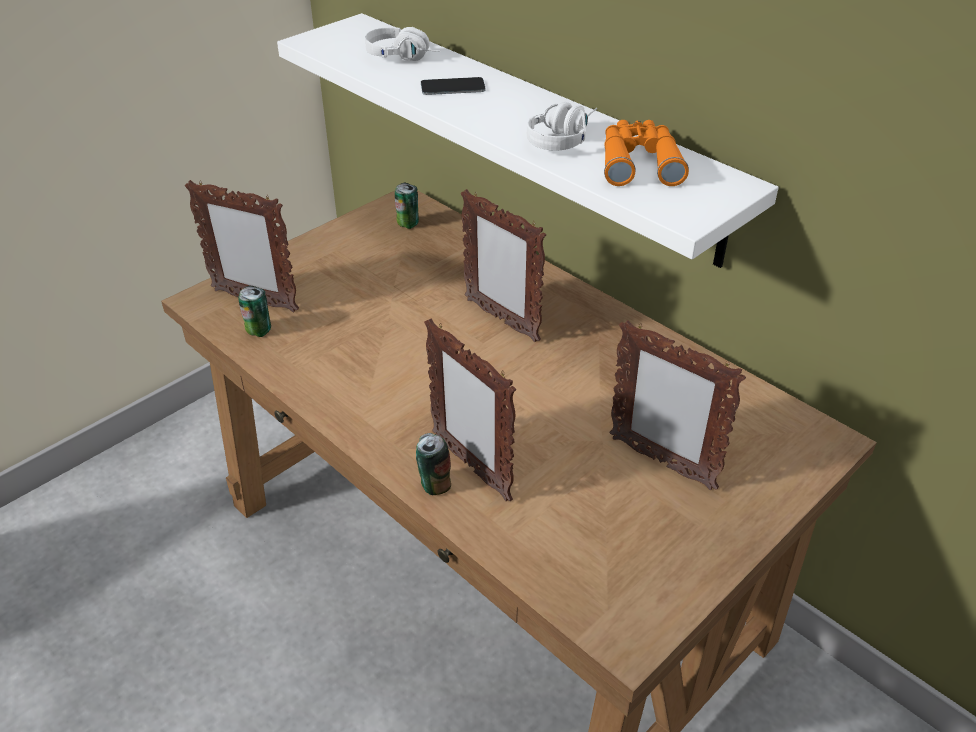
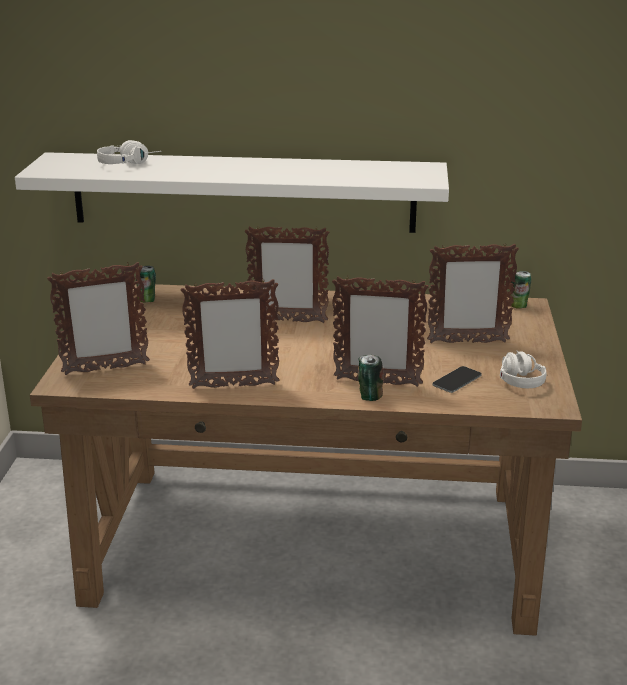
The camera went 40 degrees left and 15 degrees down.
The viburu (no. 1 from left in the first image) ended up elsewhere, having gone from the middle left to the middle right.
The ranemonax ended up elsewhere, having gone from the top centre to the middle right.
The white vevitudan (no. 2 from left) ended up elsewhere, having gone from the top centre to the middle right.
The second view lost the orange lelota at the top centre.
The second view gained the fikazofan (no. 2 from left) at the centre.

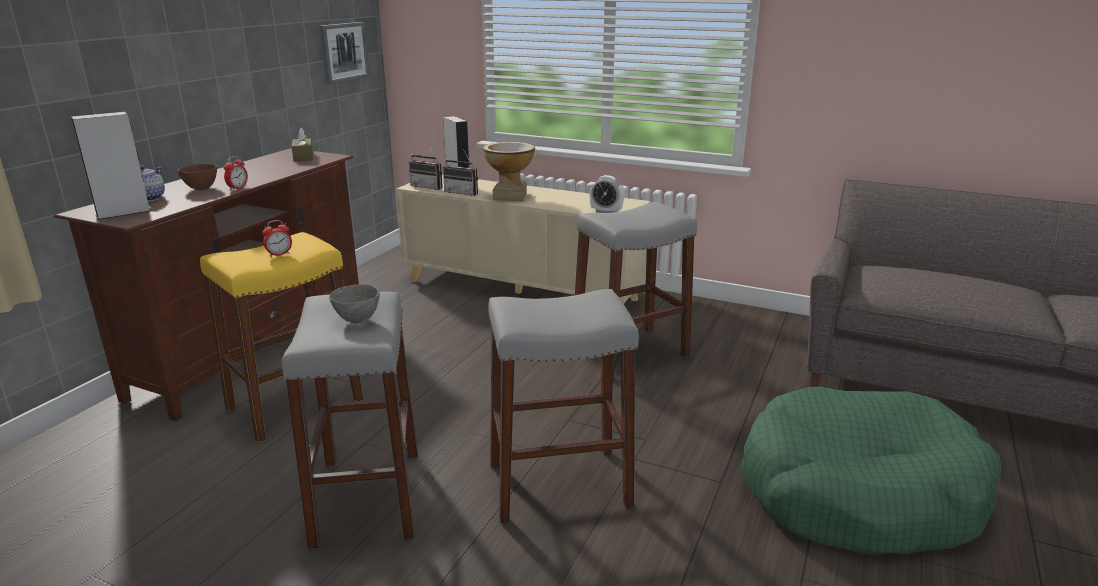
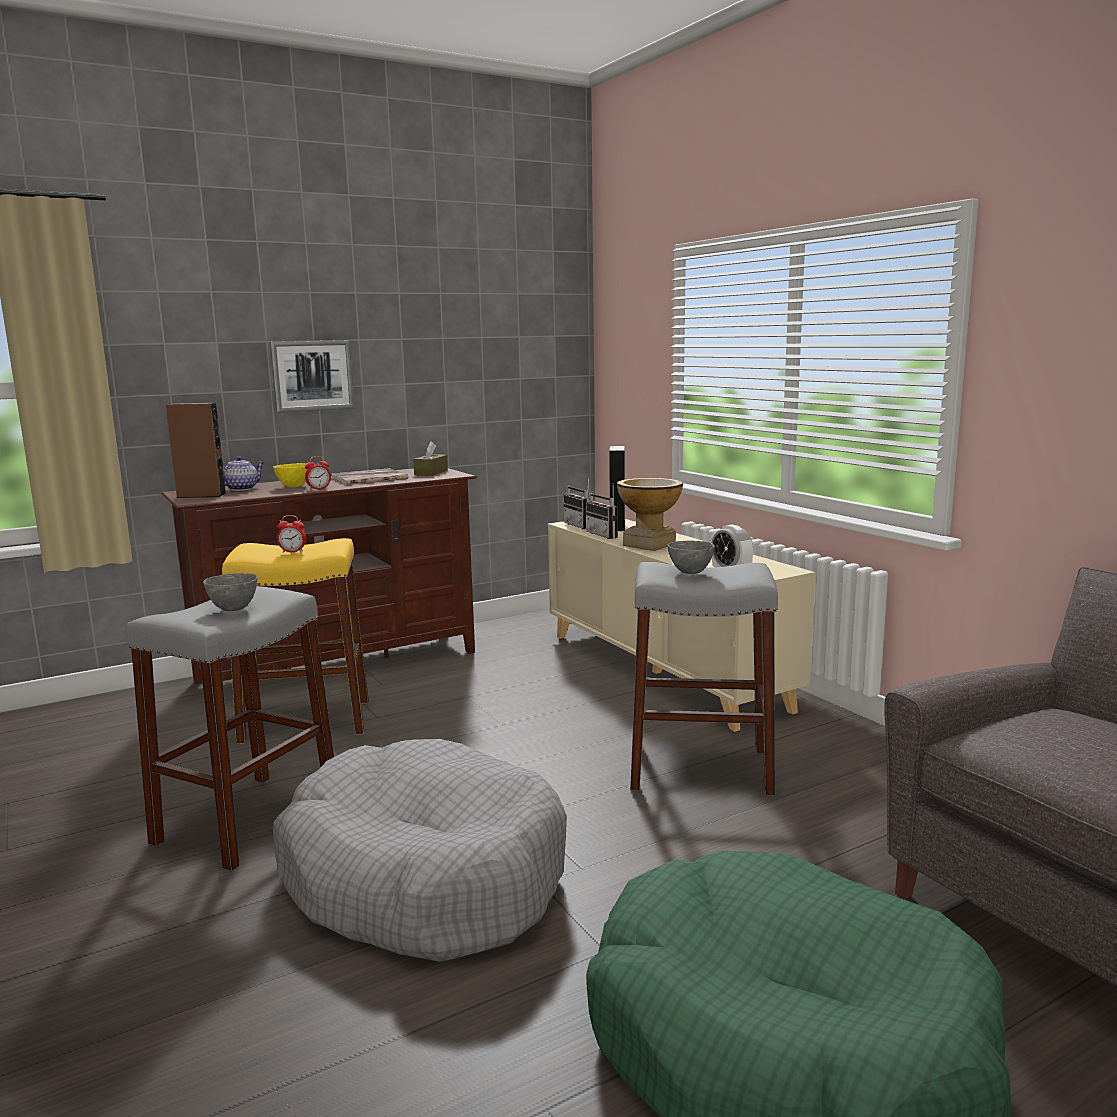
The camera went 35 degrees right and 10 degrees down.
What was the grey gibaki (no. 1 from left) at the top left turned into the brown gibaki at the middle left.
What was the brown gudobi at the top left turned into the yellow gudobi at the middle left.
The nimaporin ended up elsewhere, having gone from the top left to the middle left.
Where the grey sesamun (no. 2 from left) stood at the bottom centre, the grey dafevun came to stand at the bottom centre.
The second view gained the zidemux at the middle left.
The second view gained the grey gudobi (no. 2 from left) at the centre.

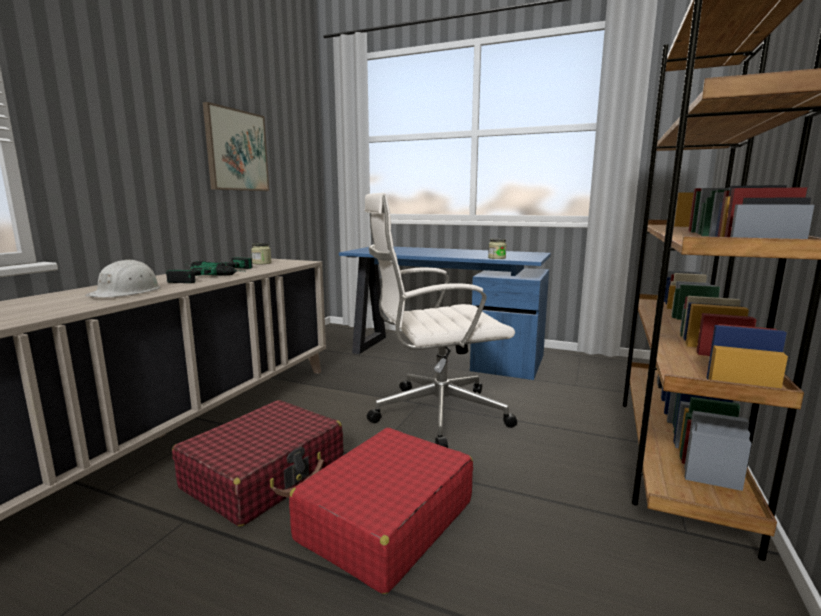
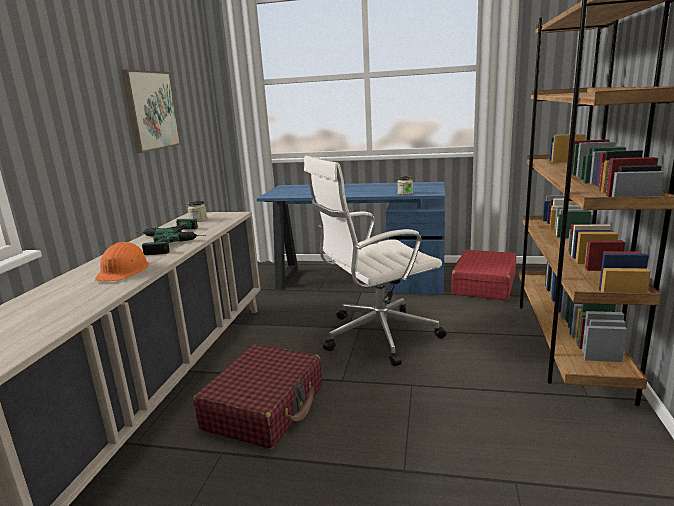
The camera went 10 degrees left and 5 degrees up.
What was the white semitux at the middle left turned into the orange semitux at the middle left.
The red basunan (no. 2 from left) ended up elsewhere, having gone from the bottom centre to the middle right.

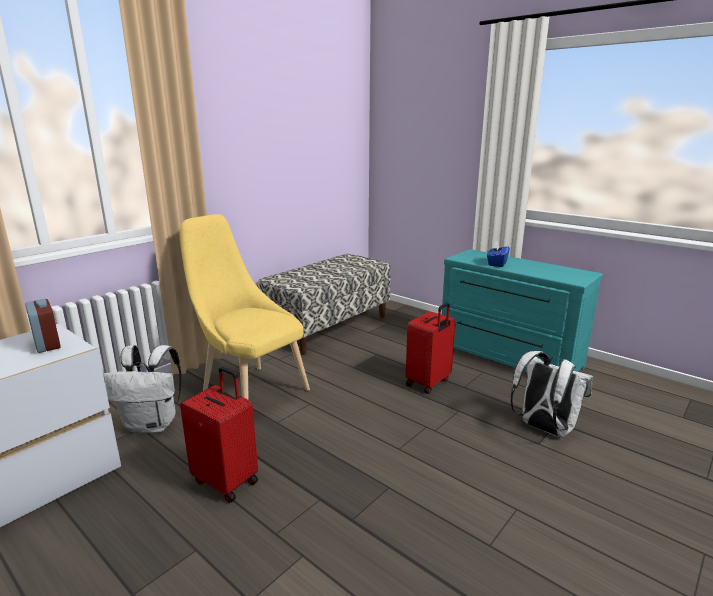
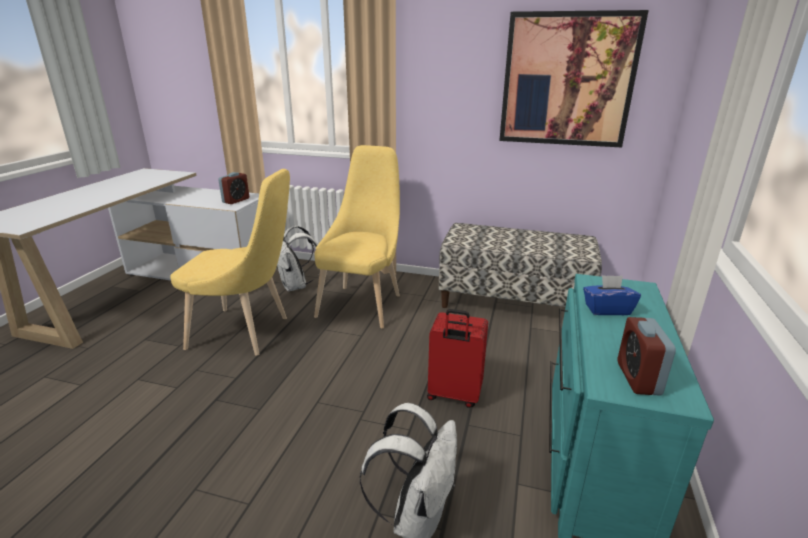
The camera went 65 degrees right and 5 degrees up.
Where the red basunan (no. 1 from left) stood at the bottom left, the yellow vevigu (no. 1 from left) came to stand at the middle left.
The second view gained the nimaporin at the top right.
The second view gained the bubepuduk (no. 2 from left) at the middle right.

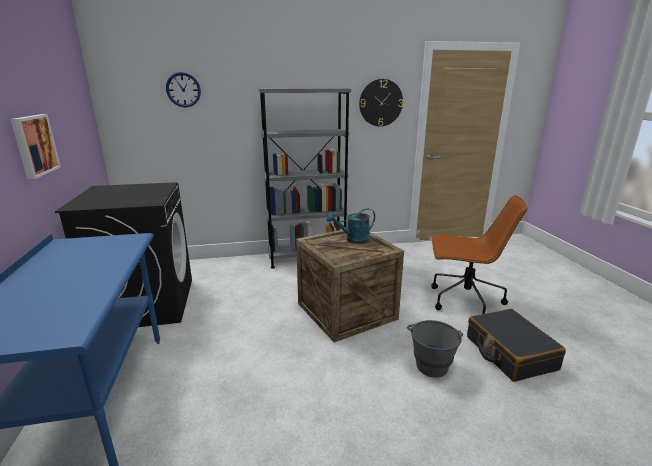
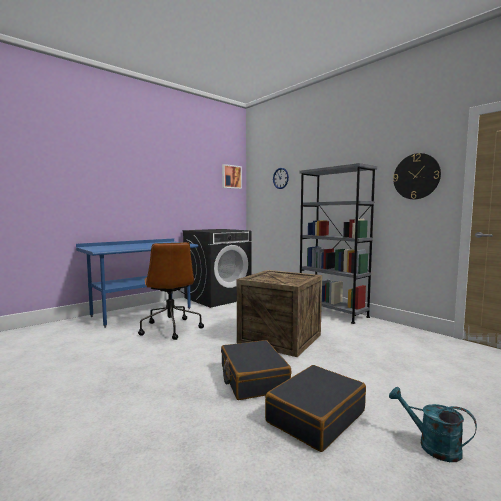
The camera went 60 degrees right and 15 degrees down.
The nimaporin ended up elsewhere, having gone from the top left to the centre.
The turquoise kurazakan ended up elsewhere, having gone from the centre to the bottom right.
Where the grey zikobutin stood at the bottom right, the black basunan (no. 1 from left) came to stand at the bottom centre.
The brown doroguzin ended up elsewhere, having gone from the middle right to the centre.

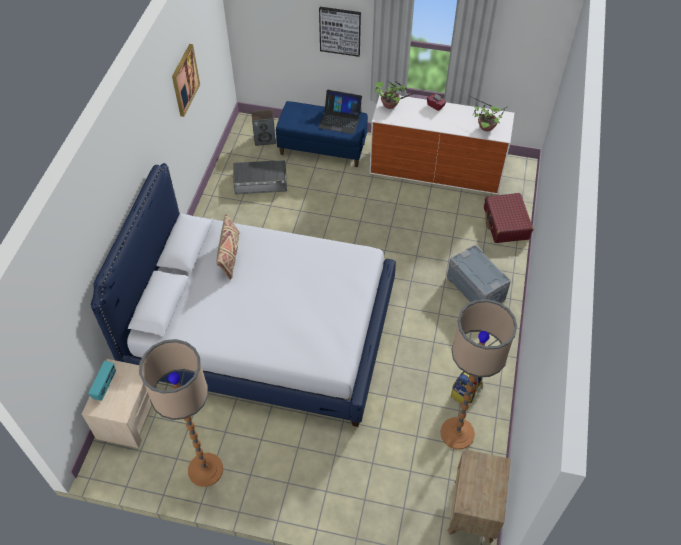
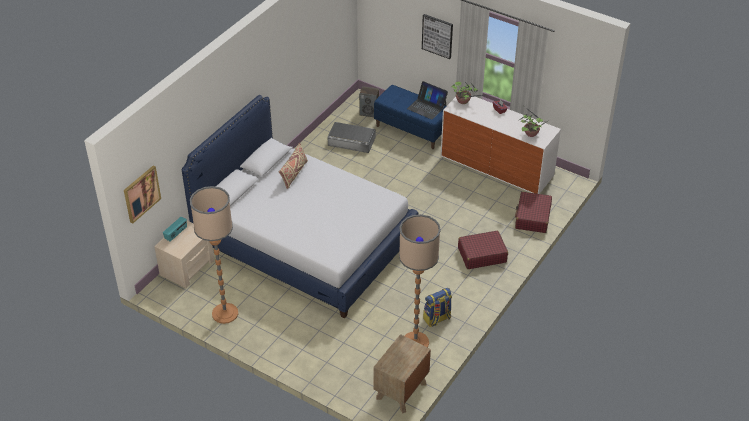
The camera went 20 degrees right and 10 degrees down.
The nimaporin (no. 1 from left) ended up elsewhere, having gone from the top left to the middle left.
Where the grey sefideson (no. 2 from left) stood at the middle right, the red basunan (no. 1 from left) came to stand at the centre.

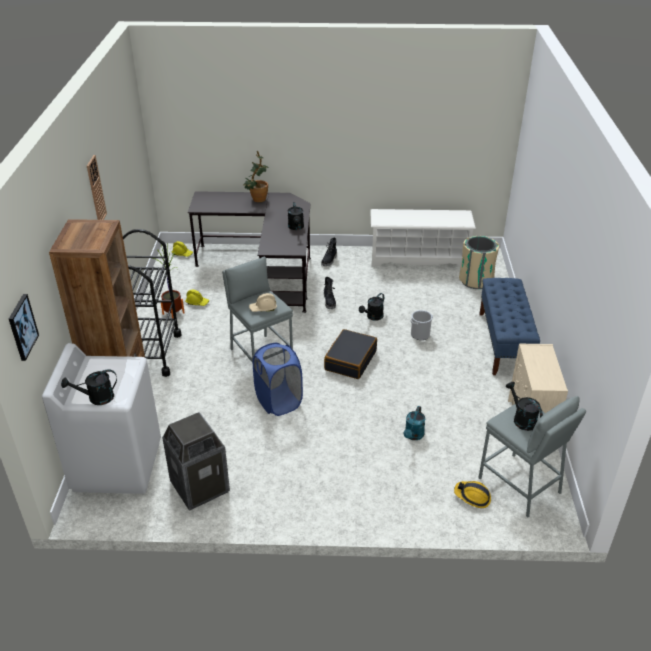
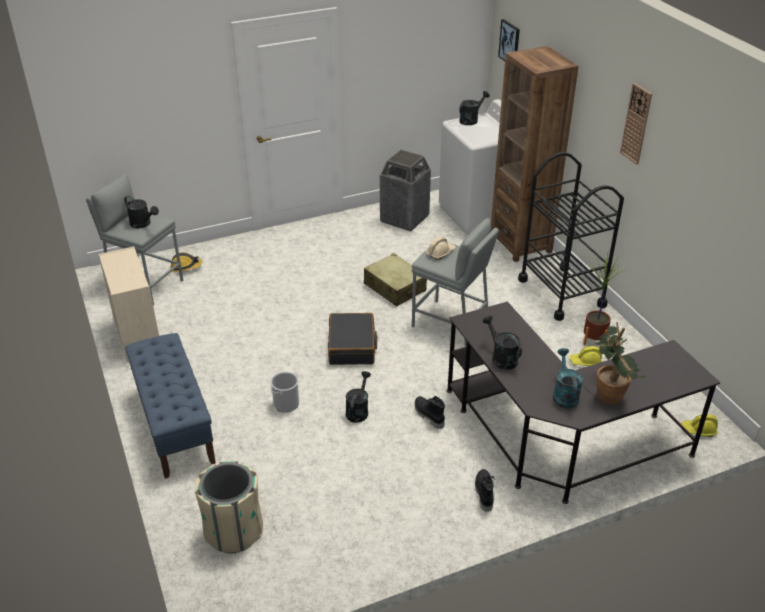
The camera went 155 degrees right and 0 degrees up.
Where the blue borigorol stood at the centre, the beige basunan came to stand at the centre.
The second view lost the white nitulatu at the centre.
The turquoise kurazakan ended up elsewhere, having gone from the centre to the middle right.

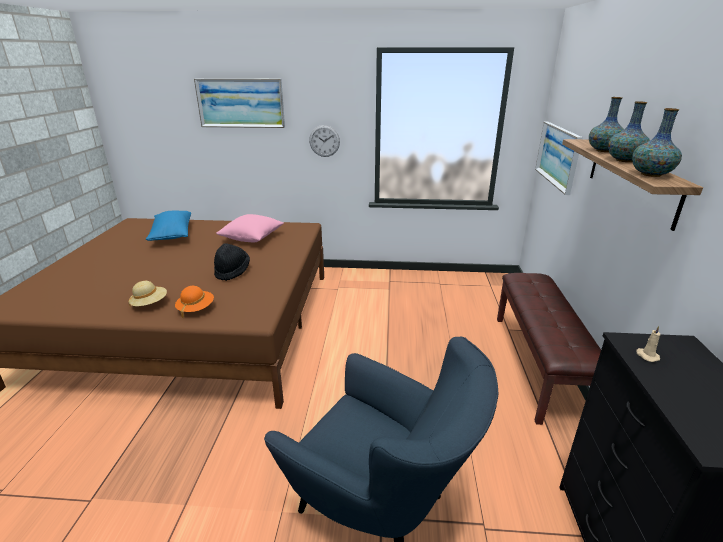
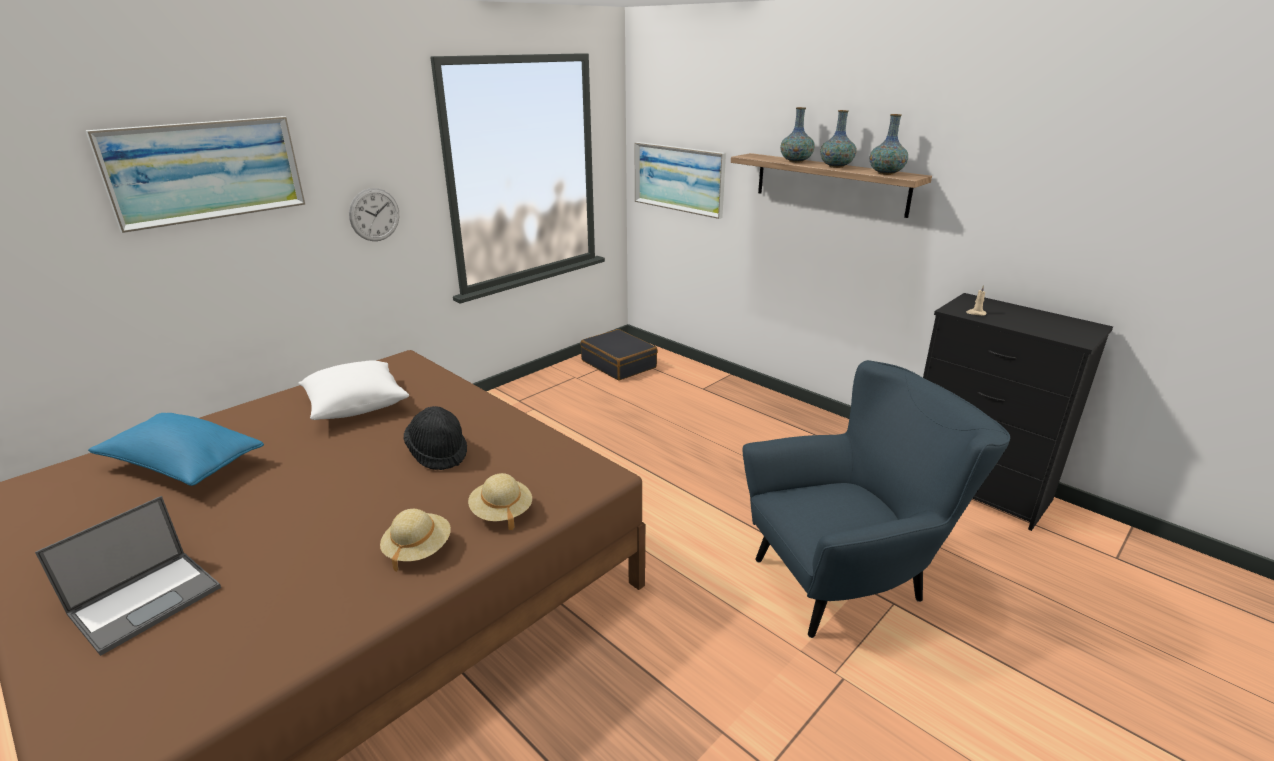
The camera went 50 degrees left and 0 degrees up.
What was the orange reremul at the middle left turned into the beige reremul (no. 2 from left) at the centre.
What was the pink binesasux at the centre turned into the white binesasux at the middle left.
The second view lost the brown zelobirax at the middle right.
The second view gained the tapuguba at the bottom left.
The second view gained the black basunan at the centre.

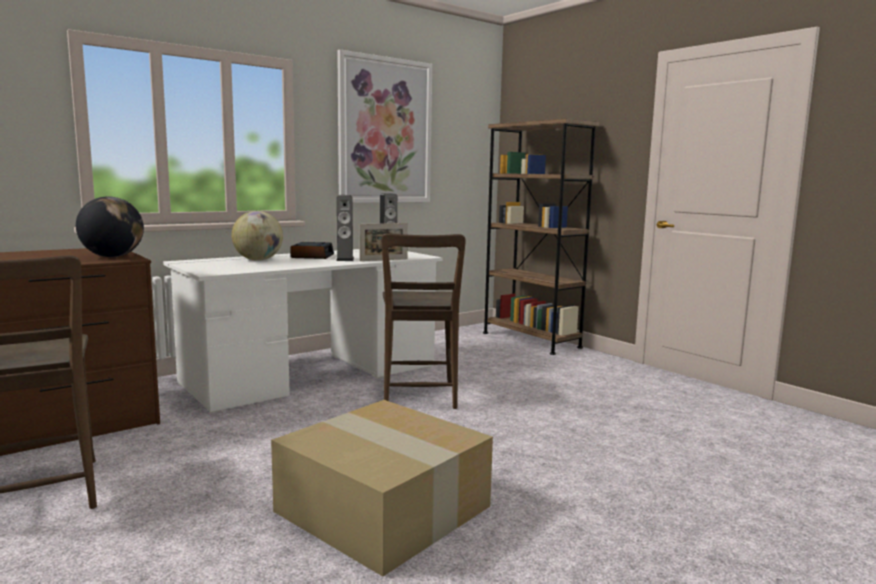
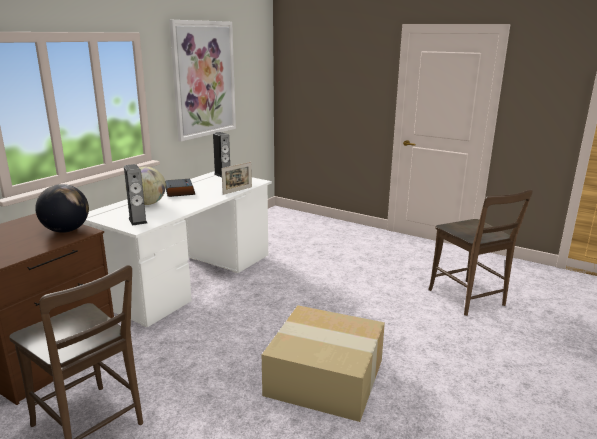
The camera went 20 degrees left and 10 degrees up.
The gibaki (no. 1 from left) ended up elsewhere, having gone from the centre to the middle left.
The brown vevigu (no. 2 from left) ended up elsewhere, having gone from the centre to the middle right.
The second view lost the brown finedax at the centre.

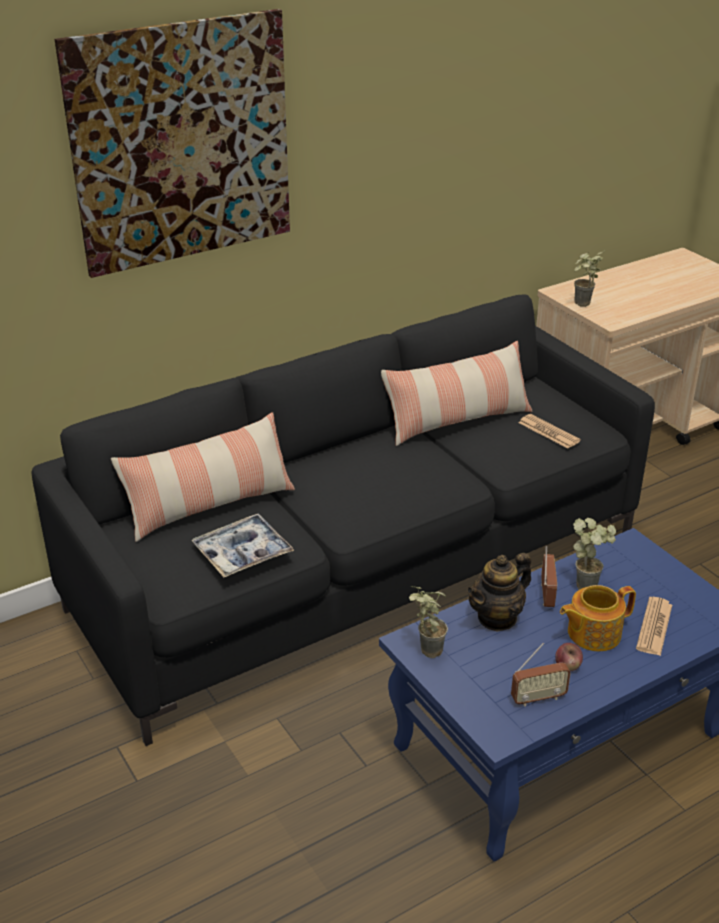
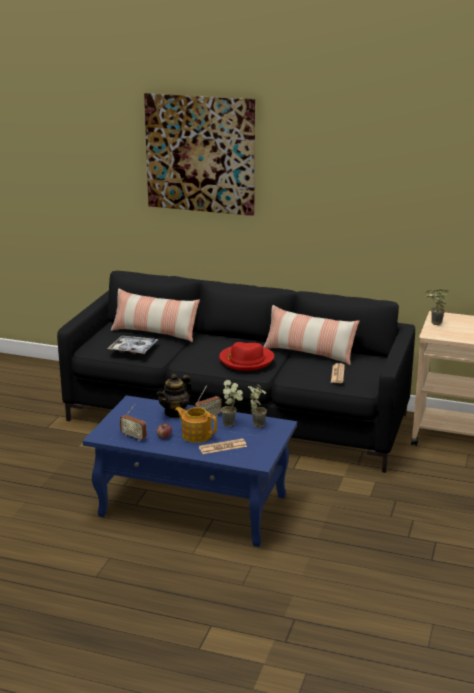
The camera went 50 degrees right and 10 degrees down.
The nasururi (no. 1 from left in the first image) ended up elsewhere, having gone from the bottom centre to the centre.
The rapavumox (no. 1 from left) at the middle right ended up facing another way, 60 degrees counterclockwise from before.
The second view gained the red reremul at the centre.

